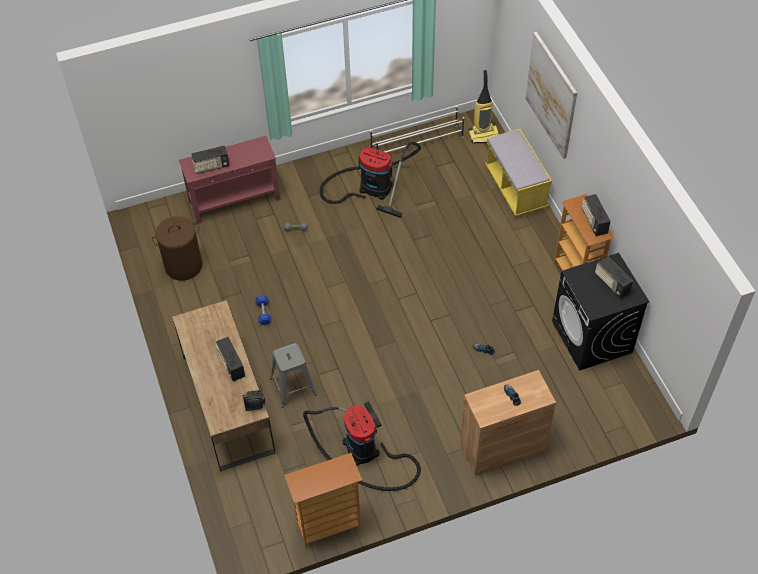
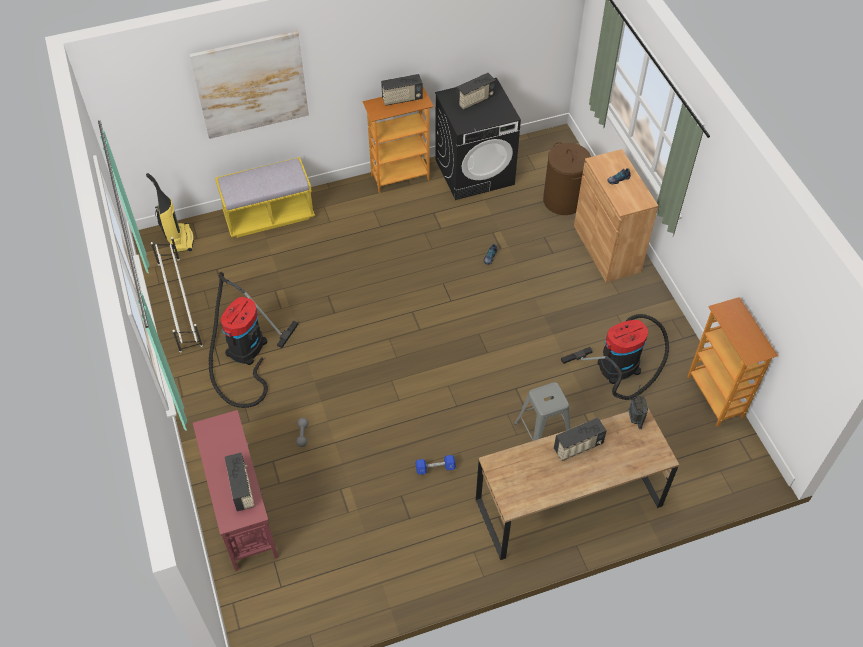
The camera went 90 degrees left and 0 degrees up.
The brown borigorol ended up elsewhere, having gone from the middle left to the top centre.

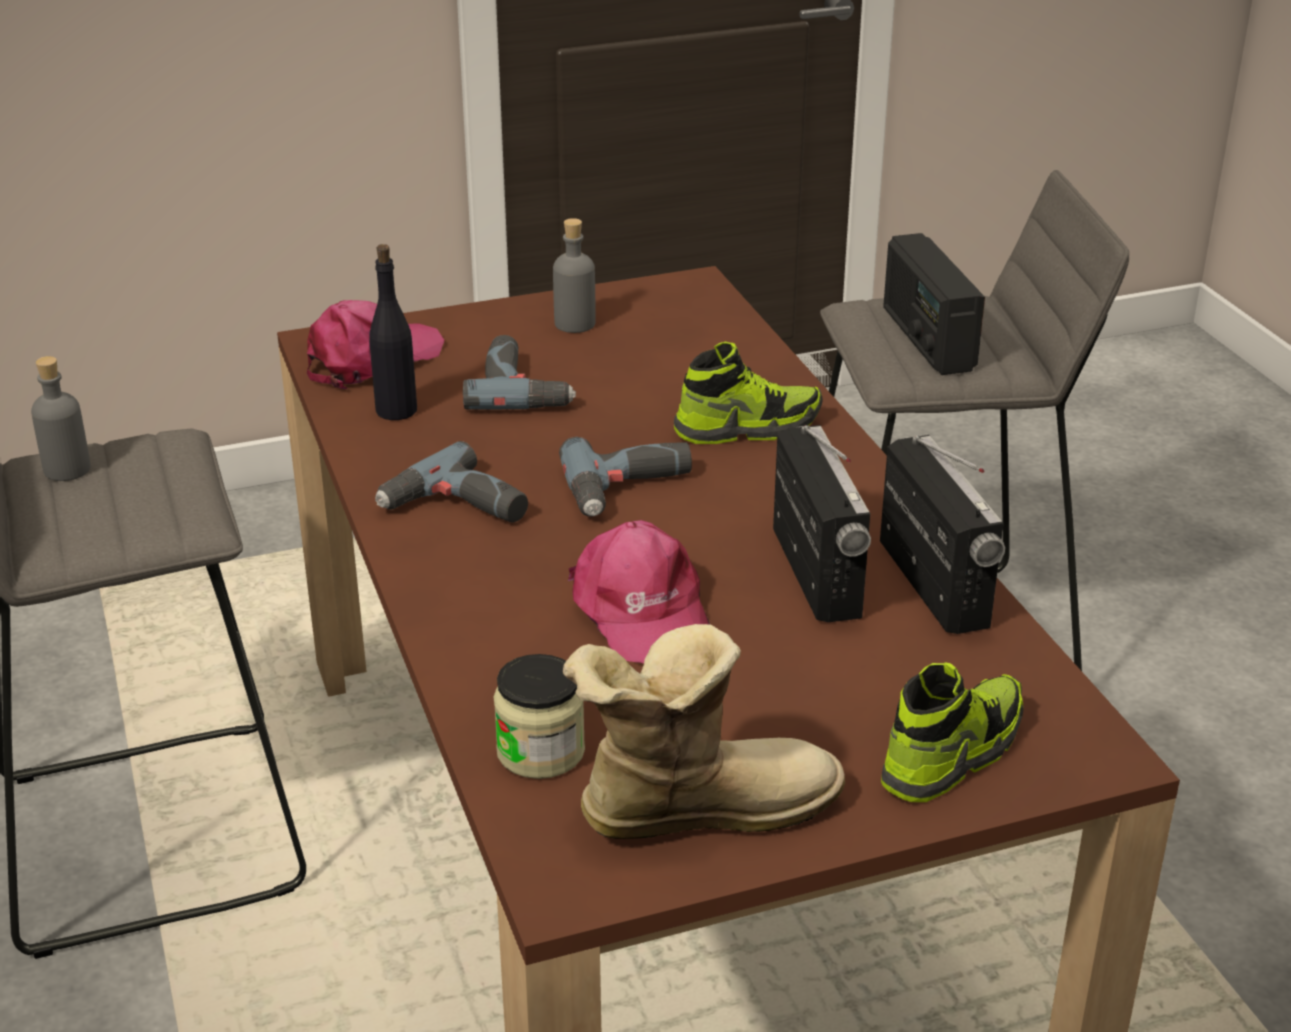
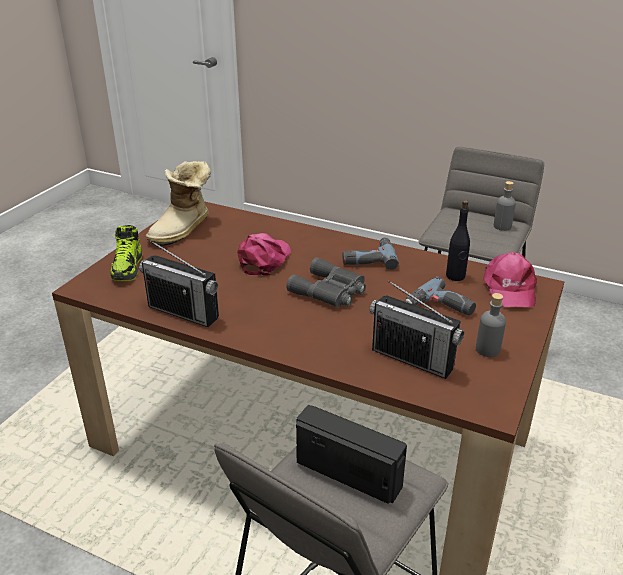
The camera went 135 degrees right and 0 degrees up.
The second view lost the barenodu at the bottom centre.
Where the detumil (no. 3 from left) stood at the centre, the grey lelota came to stand at the centre.
The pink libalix (no. 2 from left in the first image) at the centre ended up facing another way, 90 degrees clockwise from before.
The second view lost the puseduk (no. 1 from left) at the centre.
The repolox (no. 1 from left in the first image) ended up elsewhere, having gone from the centre to the middle right.

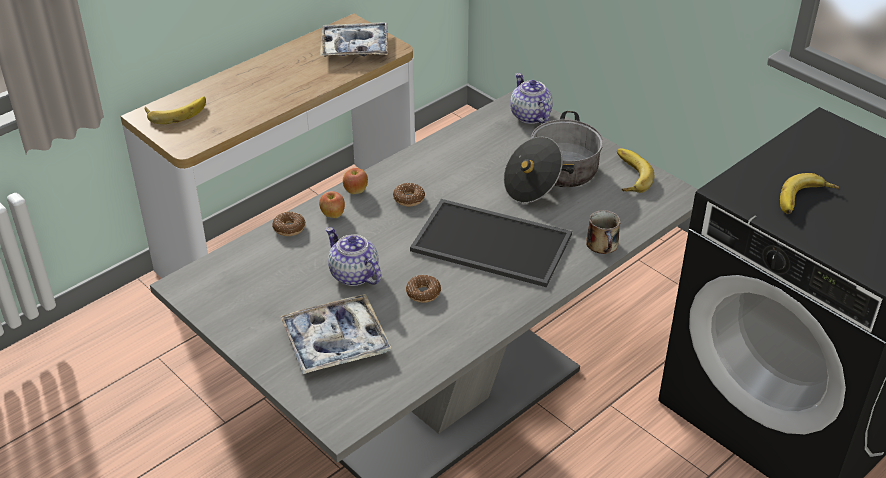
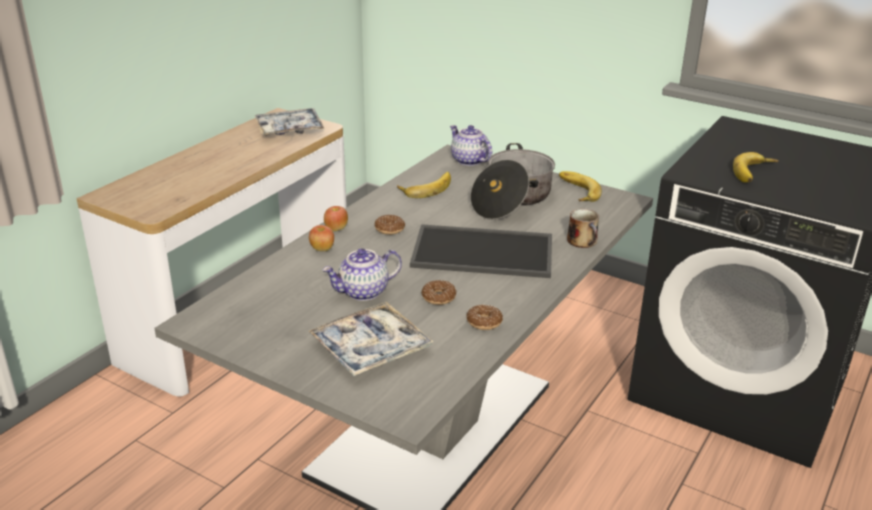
The camera went 15 degrees left and 10 degrees down.
The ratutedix (no. 1 from left) ended up elsewhere, having gone from the top left to the centre.
The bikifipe (no. 1 from left in the first image) ended up elsewhere, having gone from the middle left to the centre.
The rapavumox (no. 1 from left) at the centre ended up facing another way, 60 degrees counterclockwise from before.

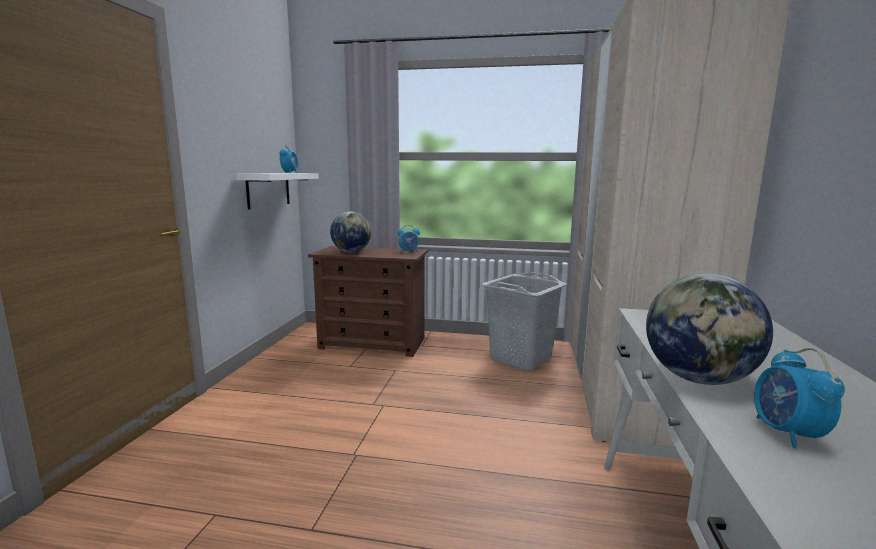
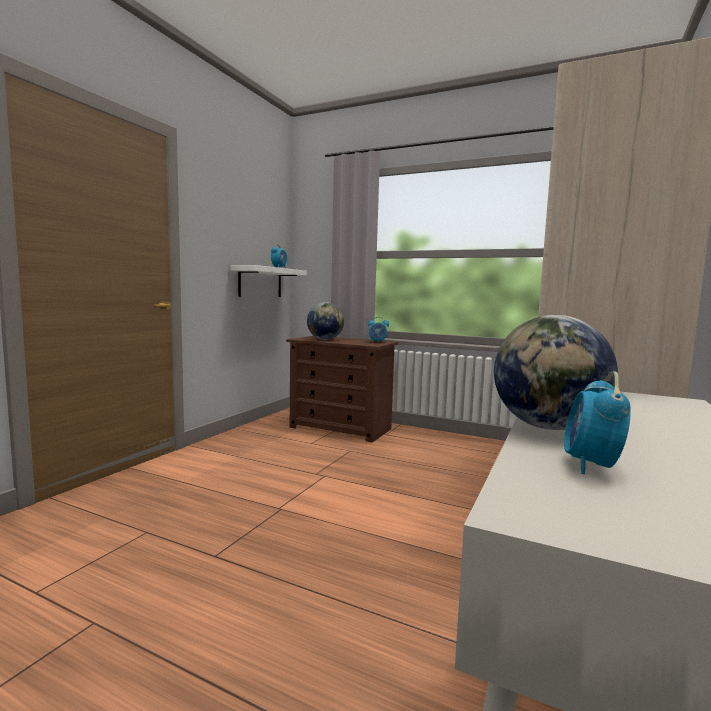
The camera went 15 degrees right and 5 degrees down.
The second view lost the grey borigorol at the centre.

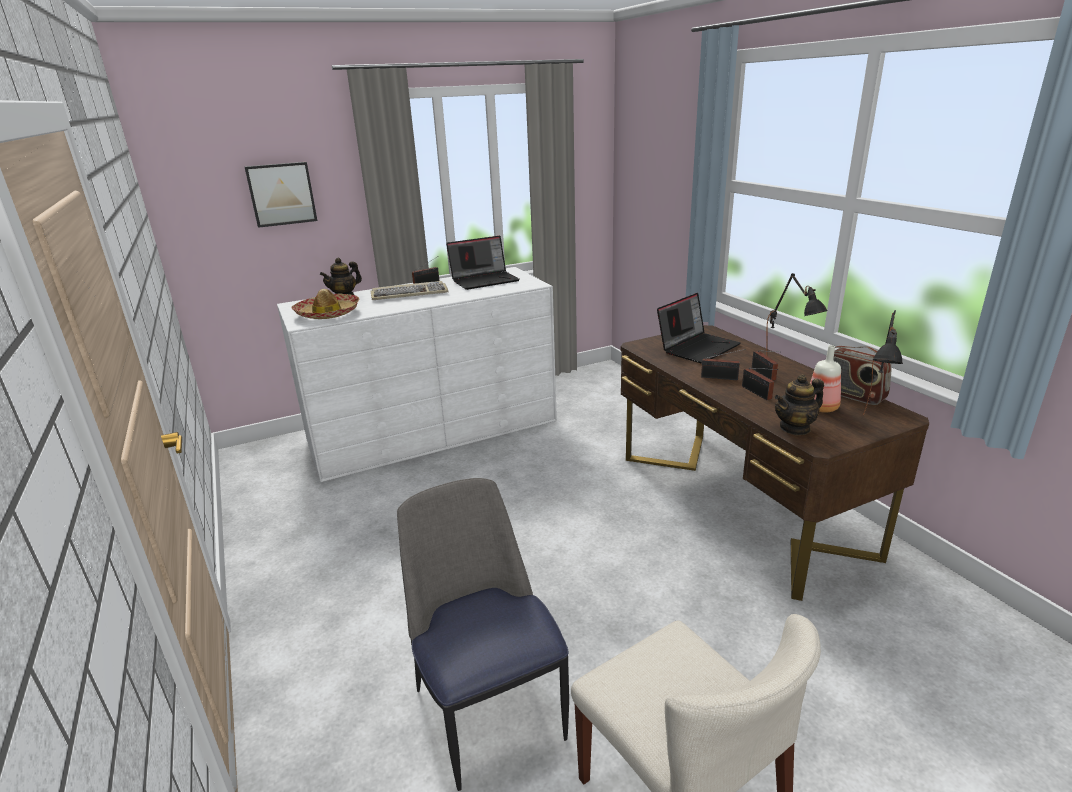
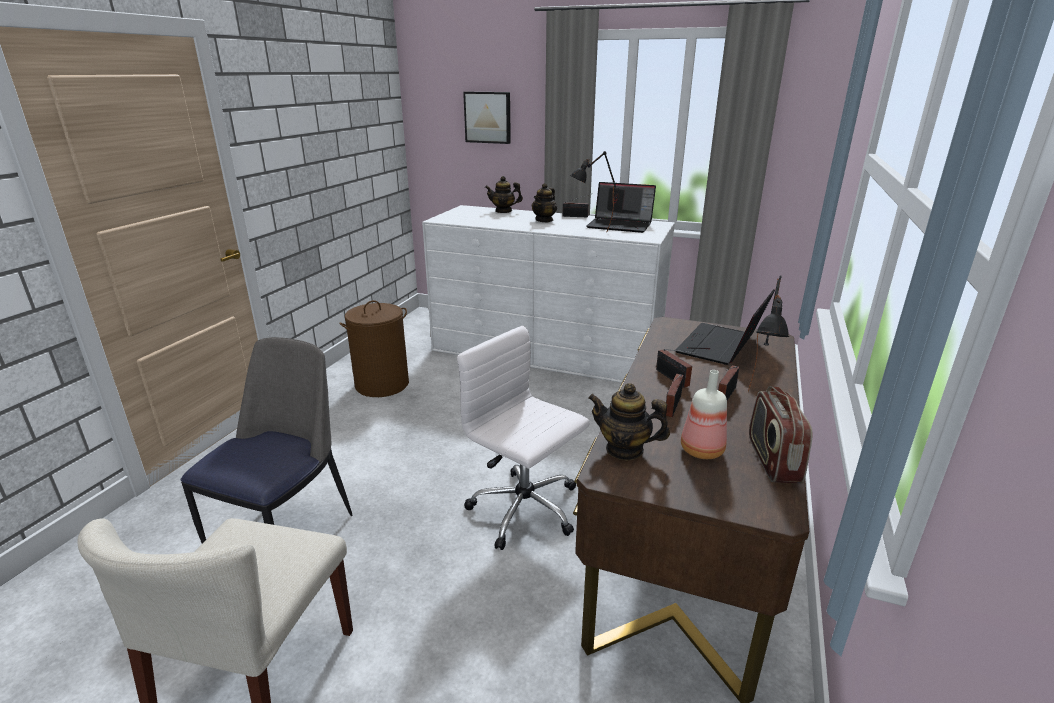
The camera went 45 degrees right and 0 degrees up.
The second view lost the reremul at the middle left.
Where the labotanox stood at the centre, the rapavumox (no. 2 from left) came to stand at the top centre.
The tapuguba (no. 2 from left) at the centre ended up facing another way, 120 degrees clockwise from before.
The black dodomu (no. 2 from left in the first image) ended up elsewhere, having gone from the middle right to the top centre.
The second view gained the brown borigorol at the centre.
The second view gained the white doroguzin at the centre.

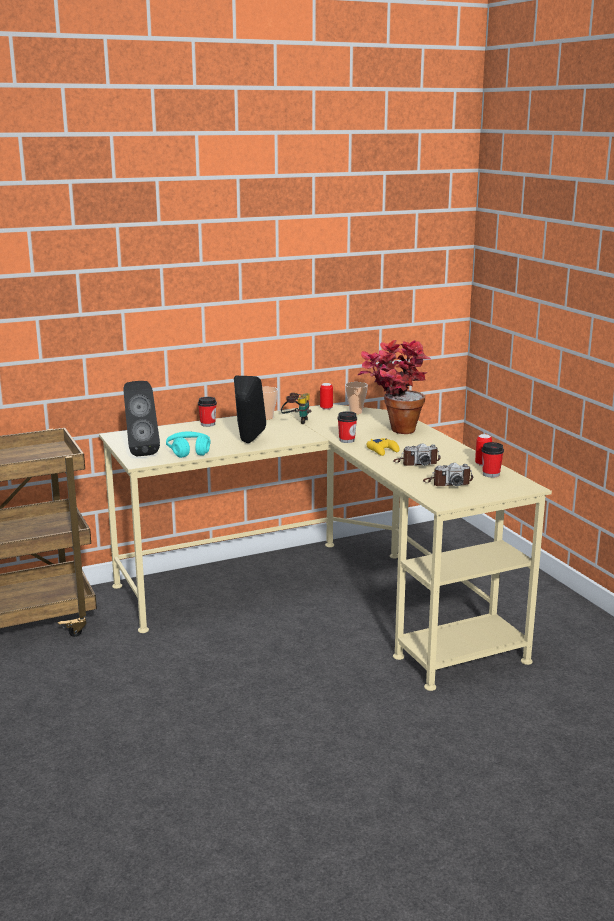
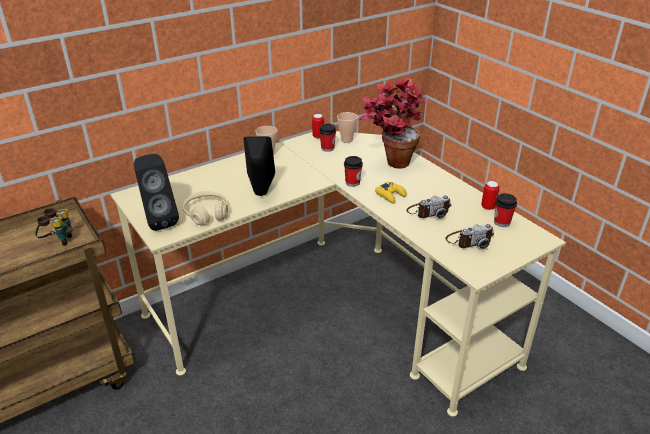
The camera went 10 degrees left and 15 degrees up.
What was the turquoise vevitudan at the middle left turned into the beige vevitudan at the middle left.
The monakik (no. 1 from left in the first image) ended up elsewhere, having gone from the centre to the top centre.
The lelota ended up elsewhere, having gone from the centre to the middle left.

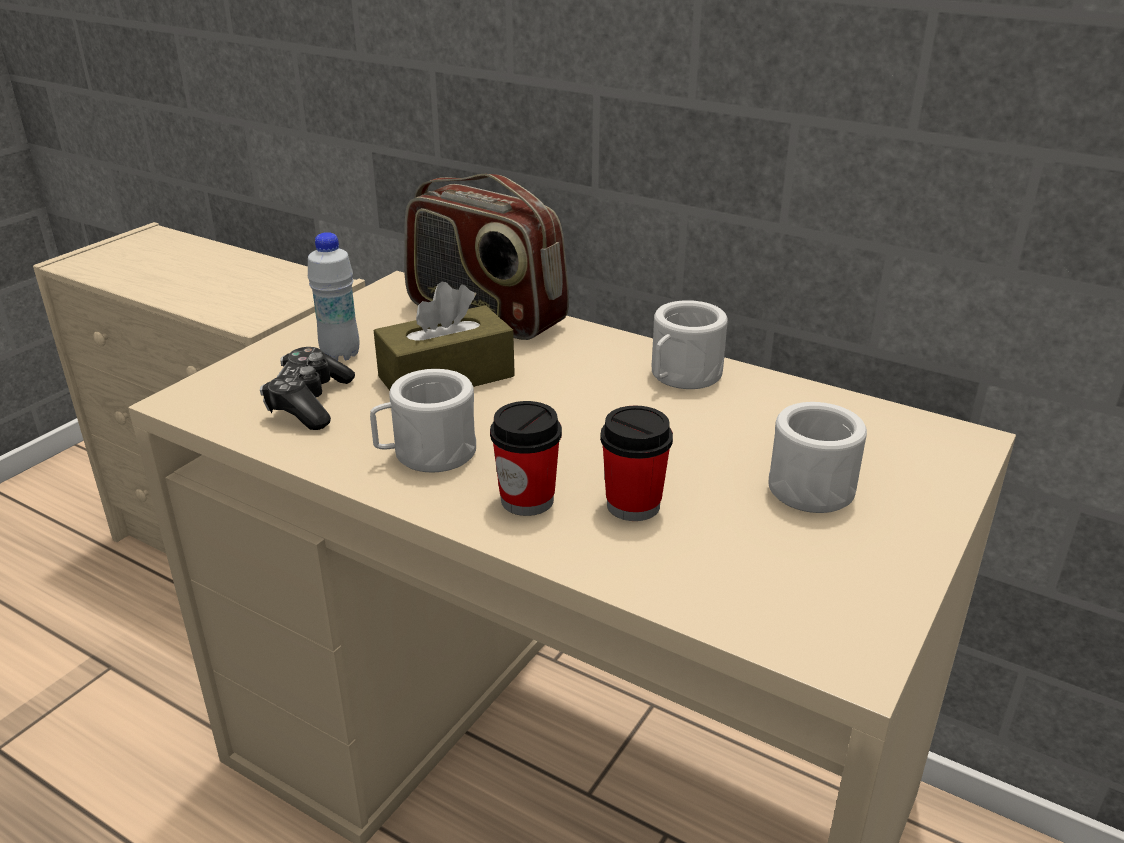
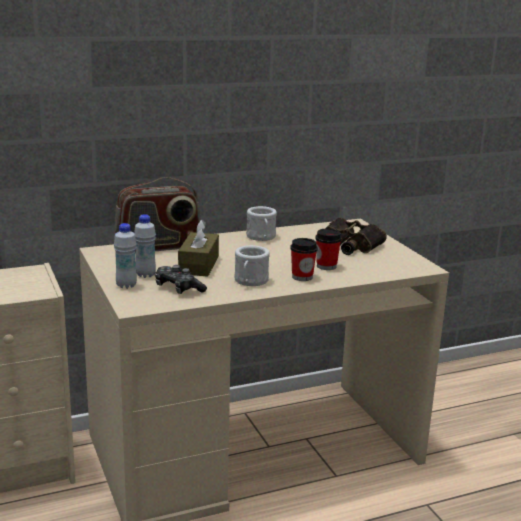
The camera went 55 degrees left and 10 degrees down.
Where the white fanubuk (no. 3 from left) stood at the middle right, the lelota came to stand at the middle right.
The second view gained the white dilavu (no. 1 from left) at the middle left.

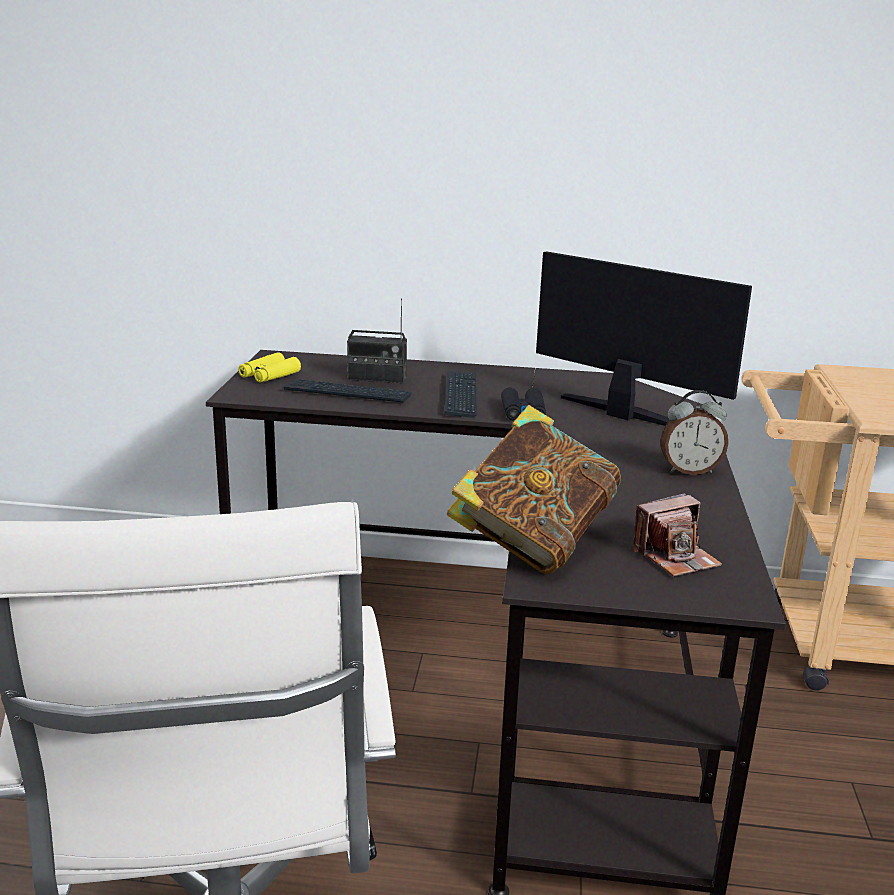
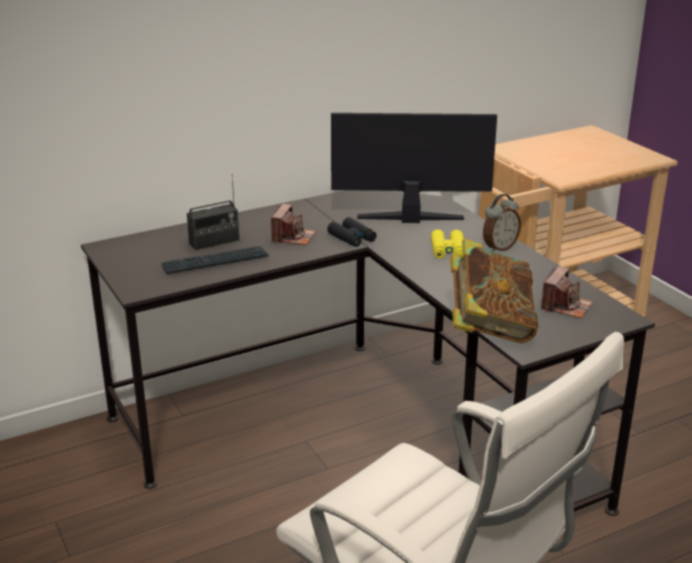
The camera went 35 degrees left and 5 degrees up.
The yellow lelota ended up elsewhere, having gone from the middle left to the centre.
Where the labotanox (no. 2 from left) stood at the centre, the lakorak (no. 1 from left) came to stand at the centre.

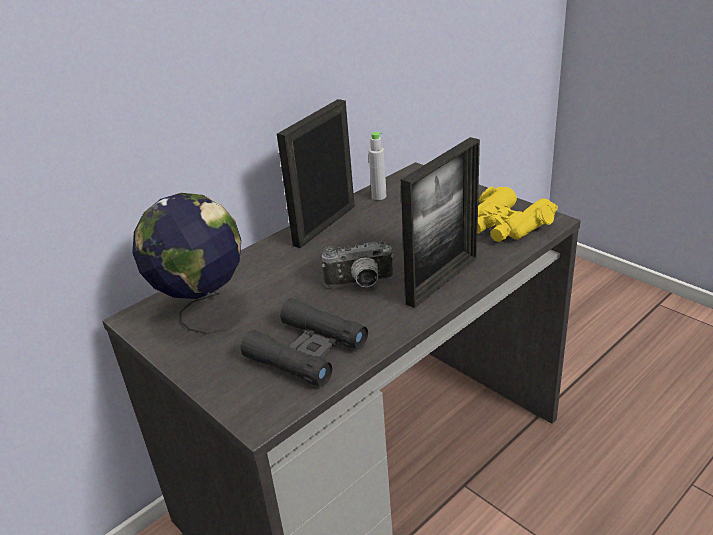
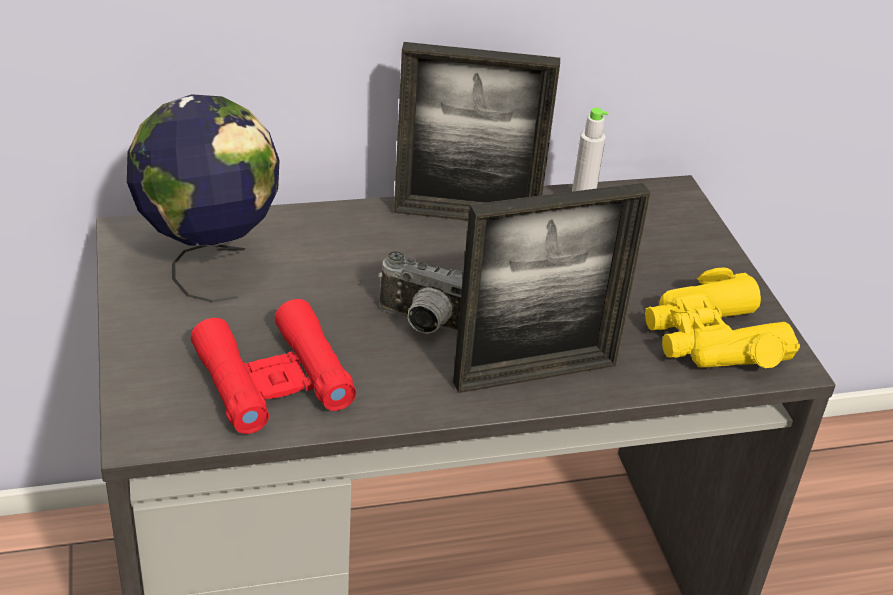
The camera went 25 degrees right and 5 degrees up.
What was the black lelota at the centre turned into the red lelota at the middle left.
The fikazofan (no. 1 from left) at the top centre ended up facing another way, 150 degrees counterclockwise from before.

